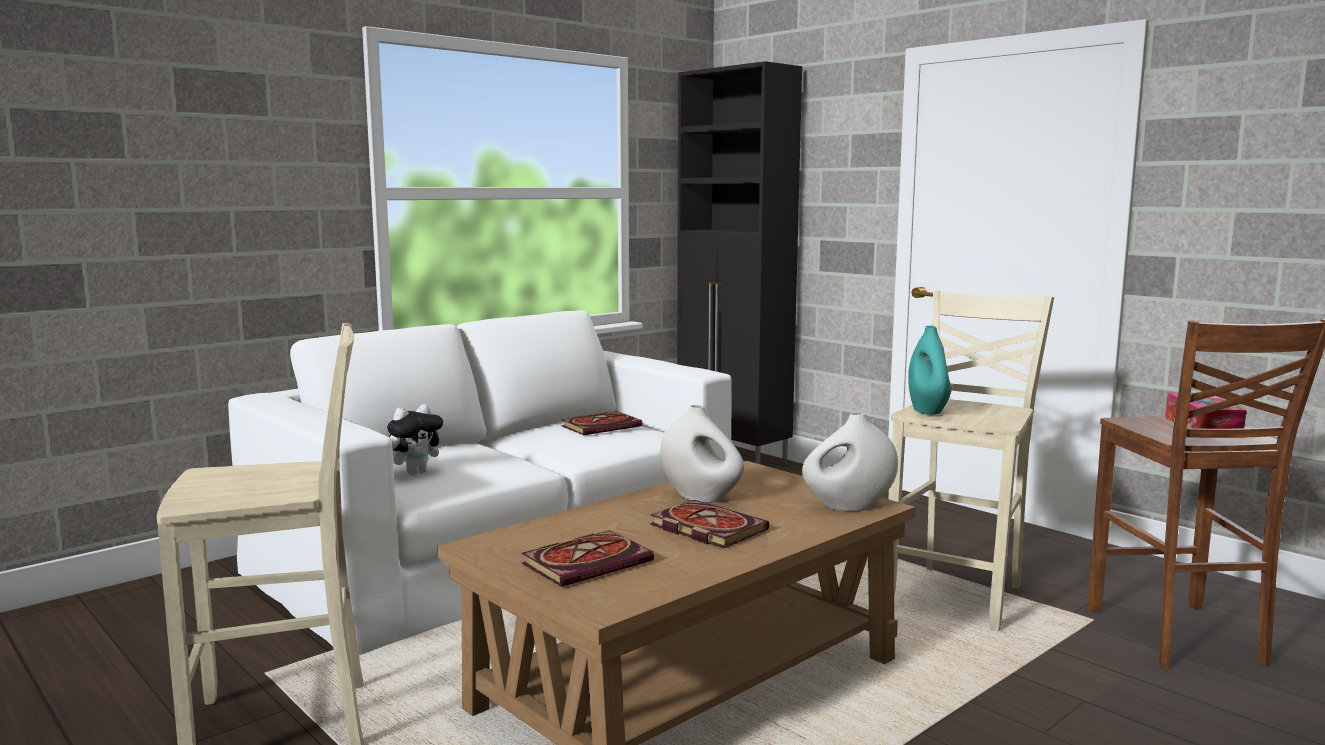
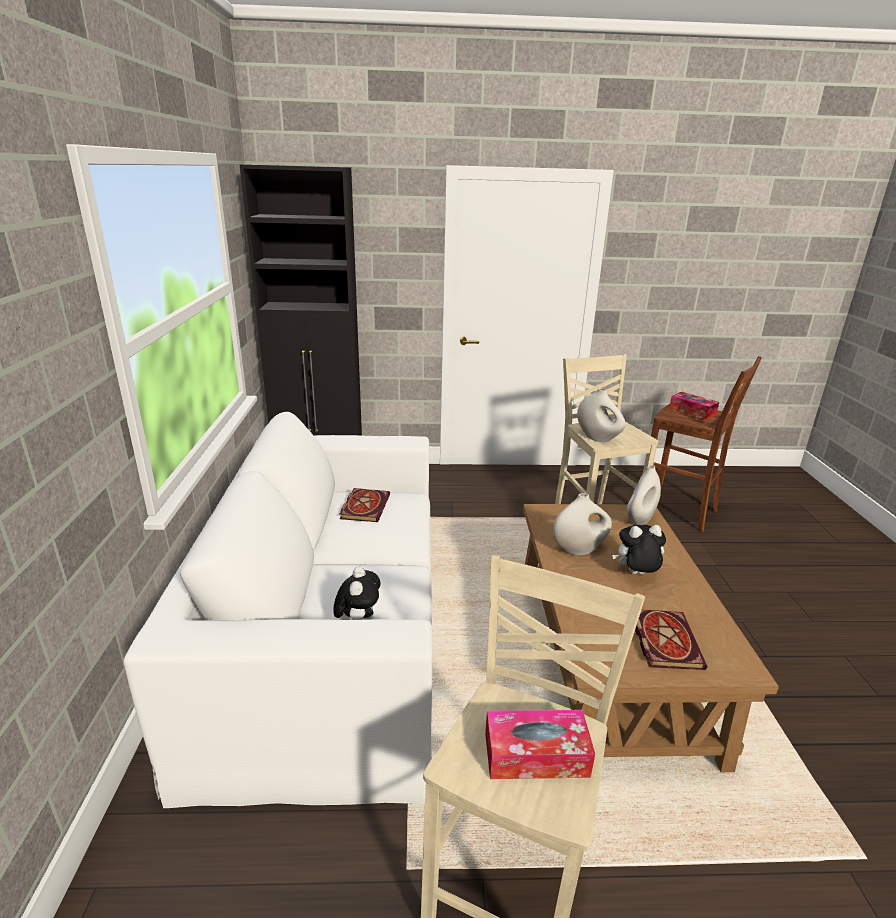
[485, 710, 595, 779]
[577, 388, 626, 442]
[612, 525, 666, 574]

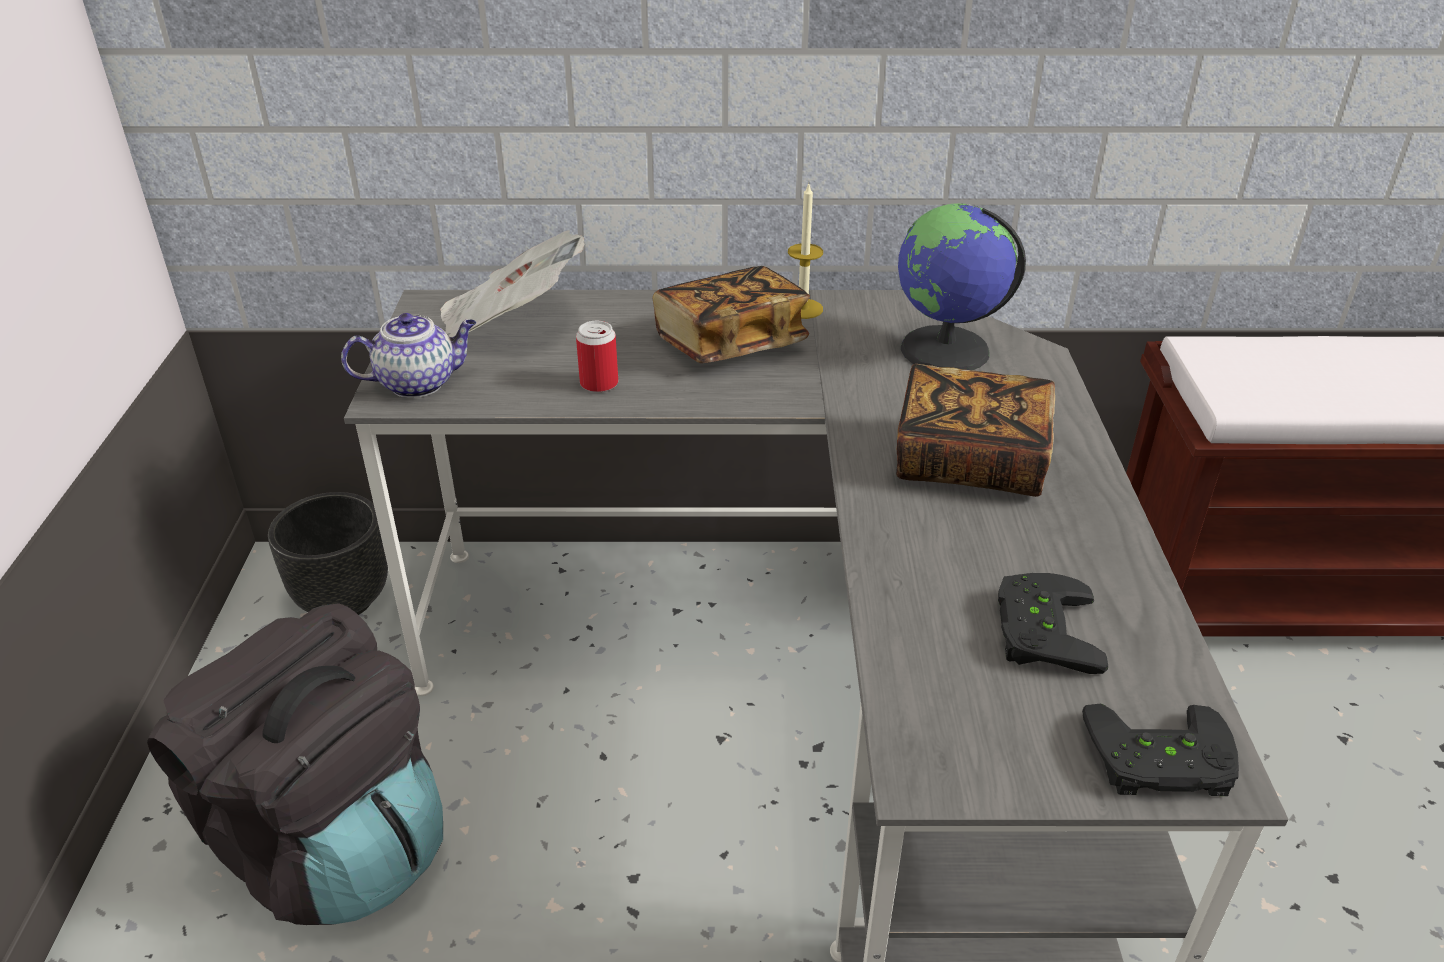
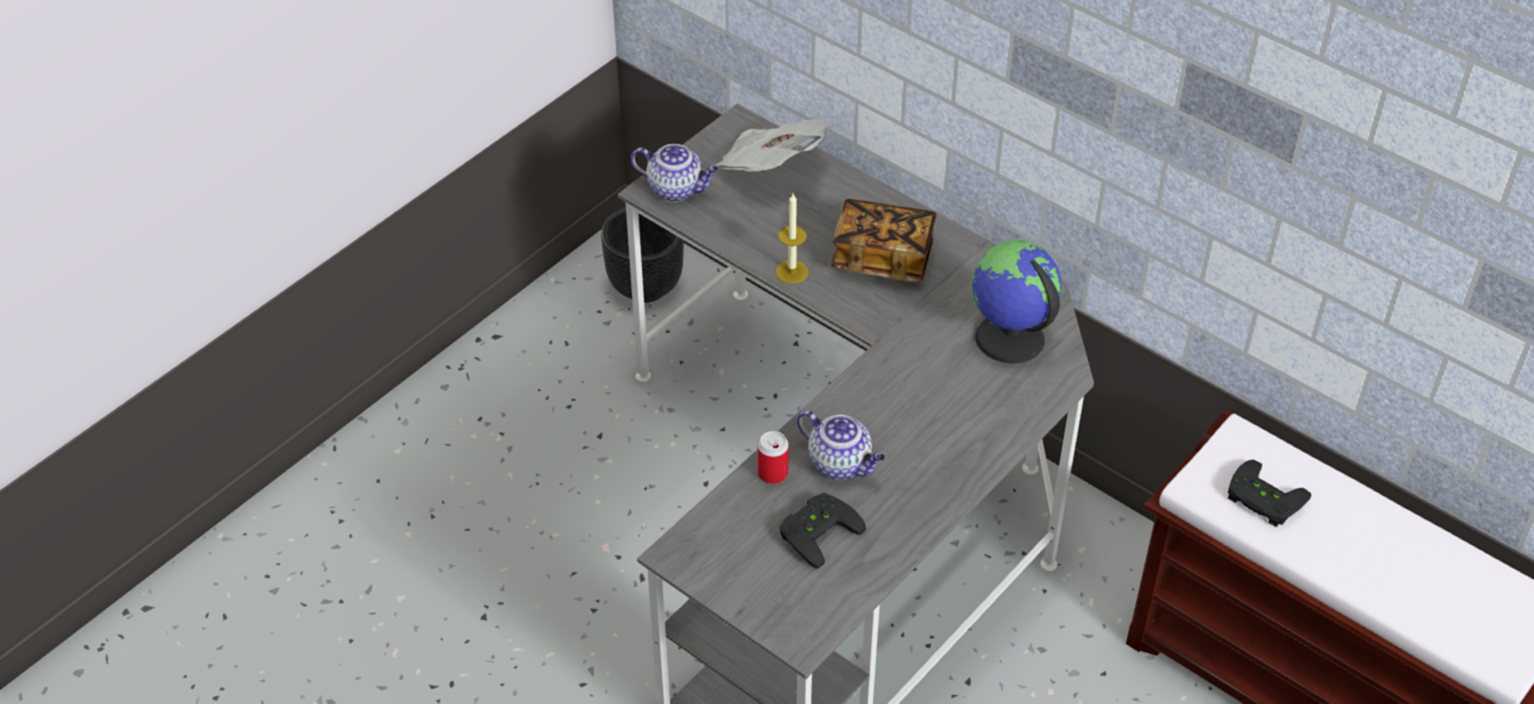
[757, 431, 789, 484]
[776, 194, 808, 284]
[797, 410, 885, 480]
[1228, 460, 1311, 527]
[147, 603, 443, 925] (first image)
[896, 364, 1055, 497] (first image)

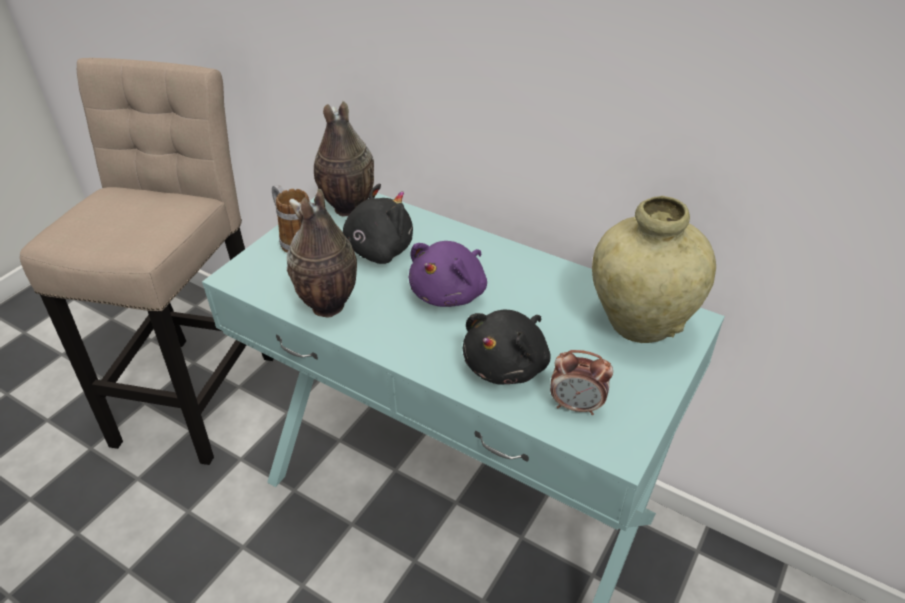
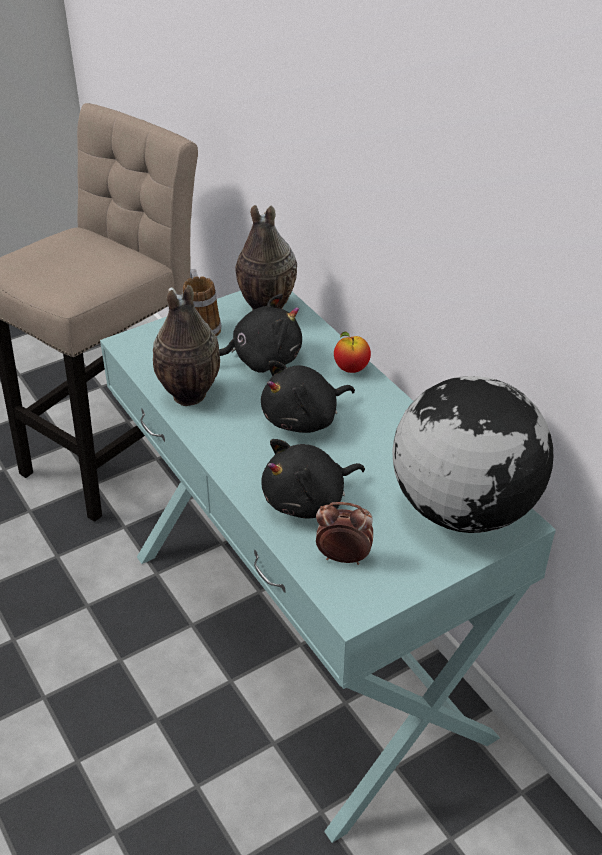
[261, 360, 355, 433]
[316, 502, 373, 565]
[334, 332, 371, 373]
[392, 376, 553, 533]

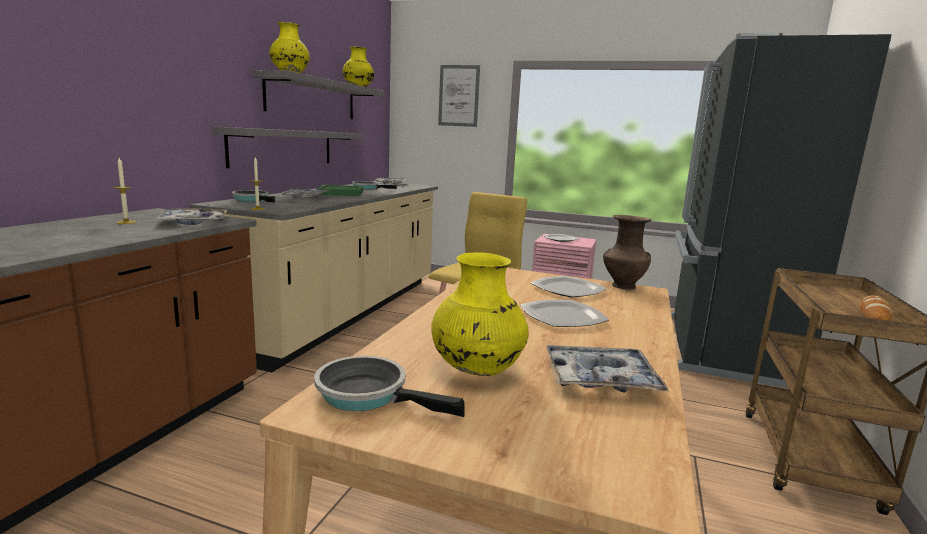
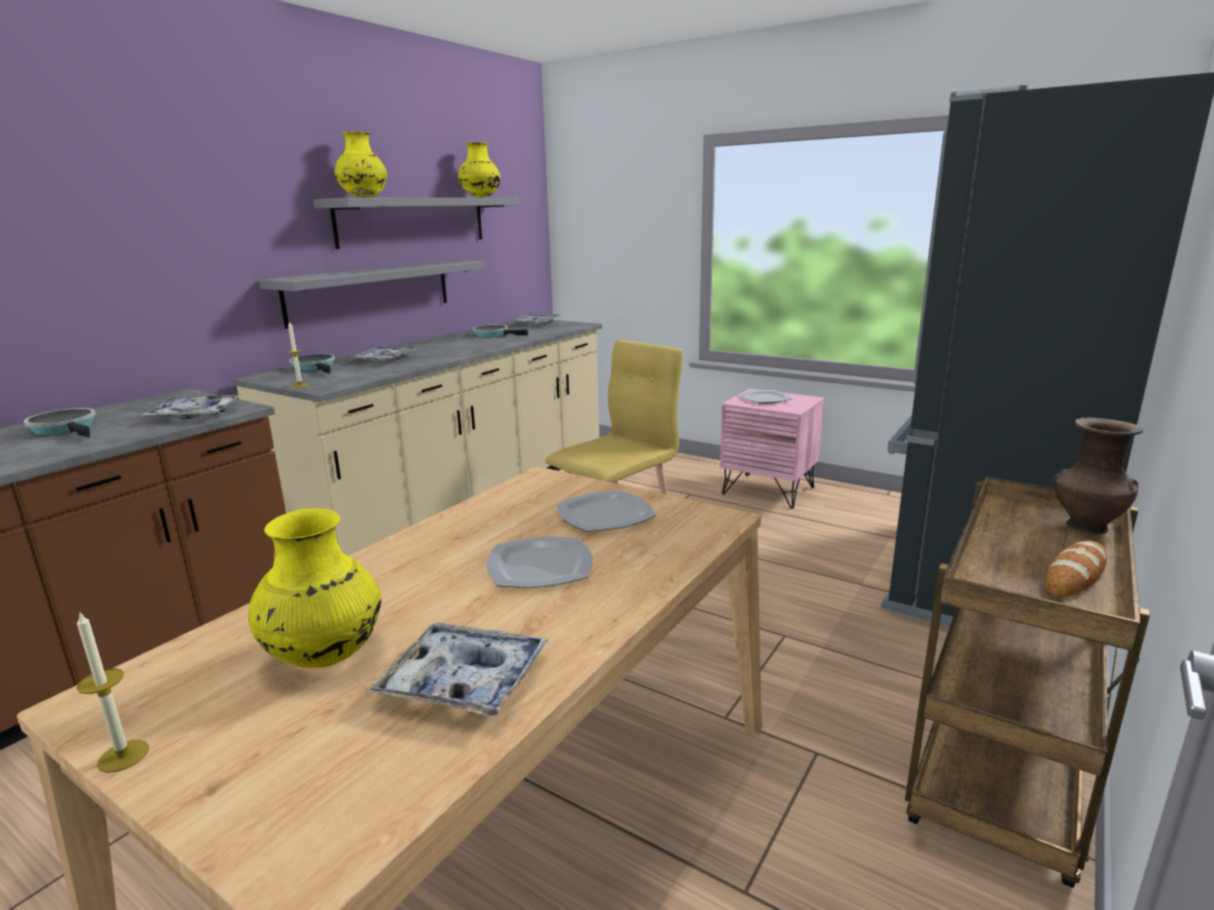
[24, 408, 96, 438]
[77, 611, 149, 773]
[1053, 417, 1143, 534]
[317, 185, 363, 196] (first image)
[438, 65, 480, 127] (first image)

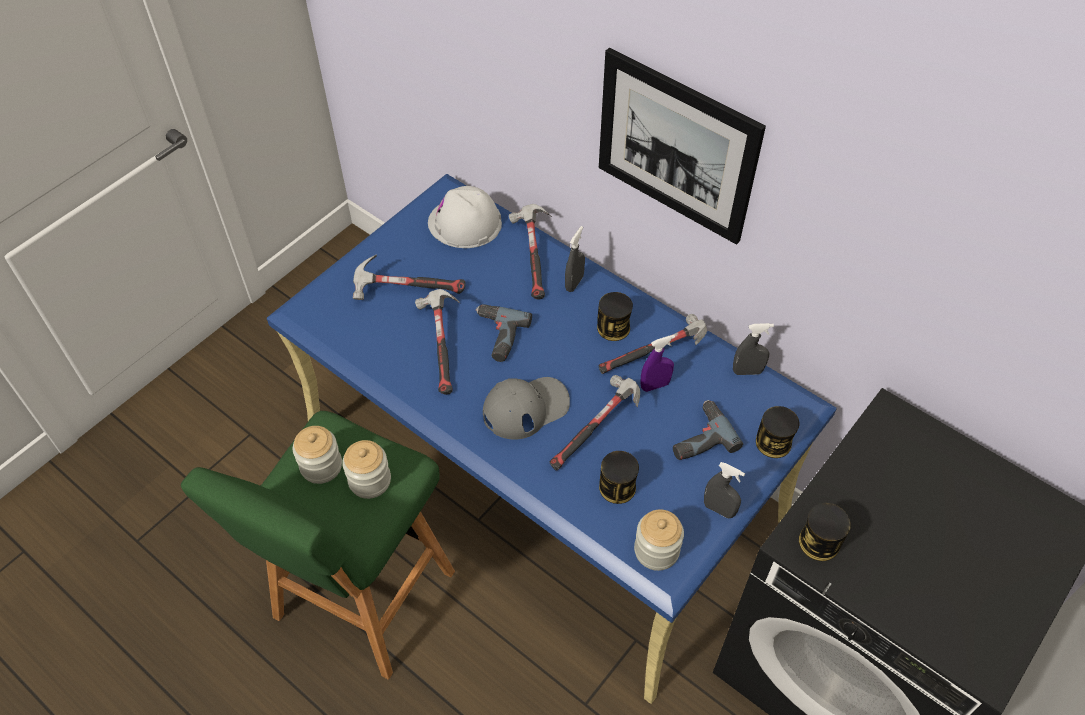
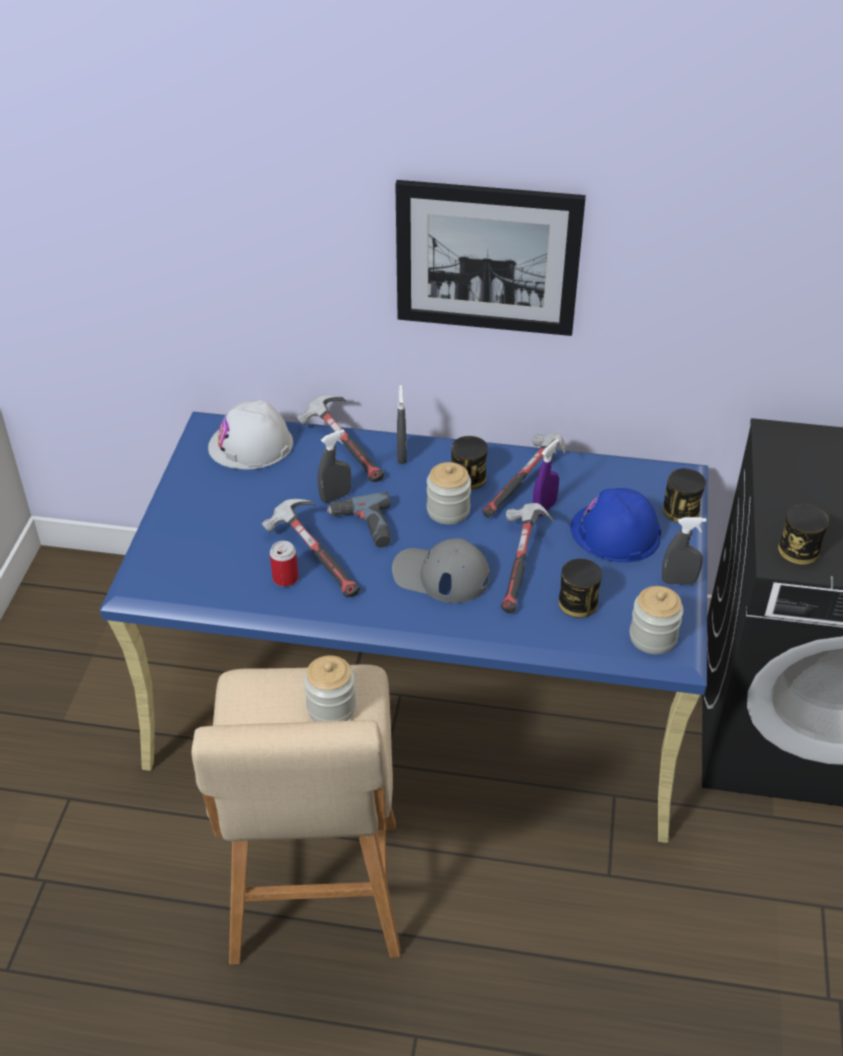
[192, 664, 401, 965]
[270, 541, 299, 587]
[318, 429, 351, 503]
[392, 538, 490, 603]
[427, 462, 471, 524]
[570, 488, 661, 562]
[353, 254, 466, 300] (first image)

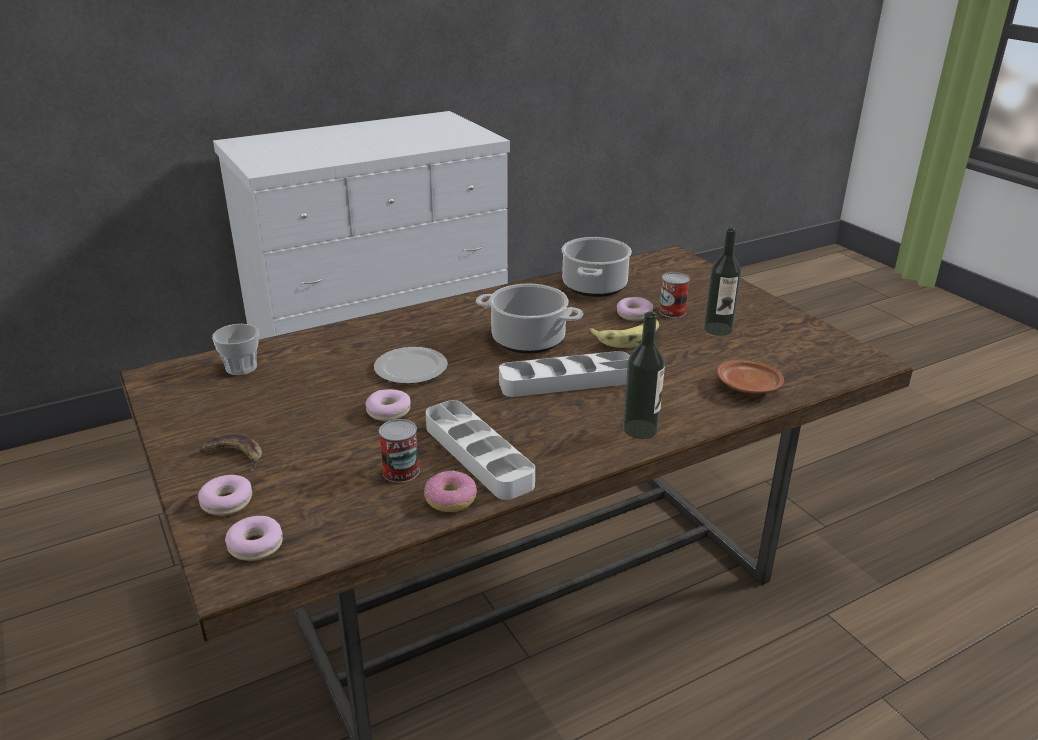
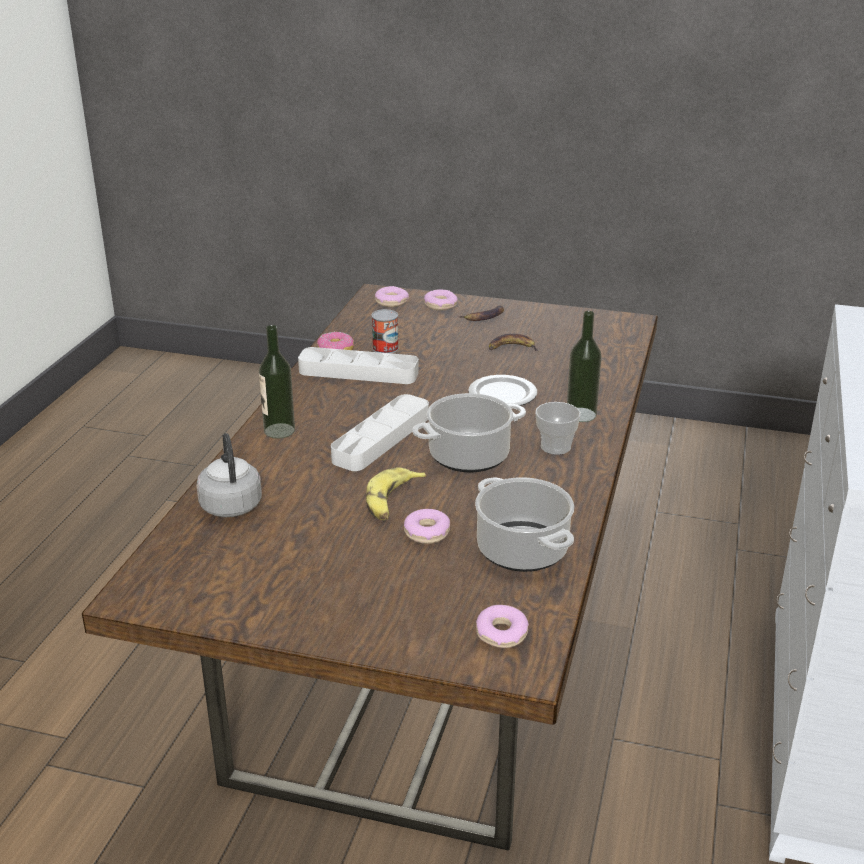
[197, 433, 262, 517]
[476, 605, 529, 648]
[489, 334, 539, 352]
[535, 402, 581, 455]
[567, 311, 602, 422]
[659, 272, 690, 318] (first image)

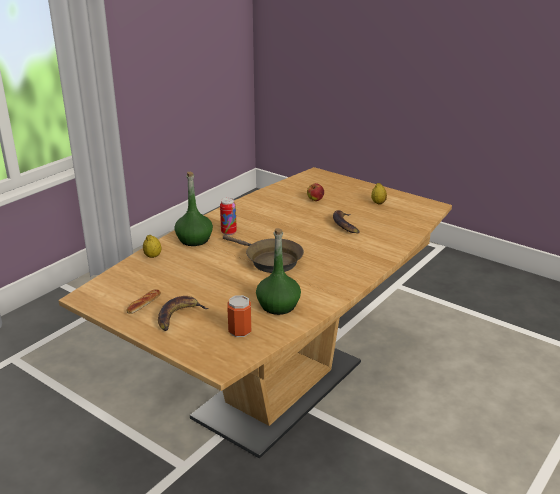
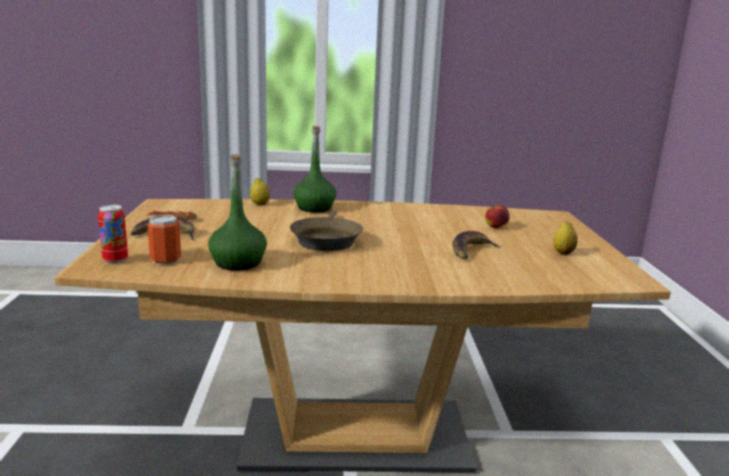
[98, 205, 128, 264]

